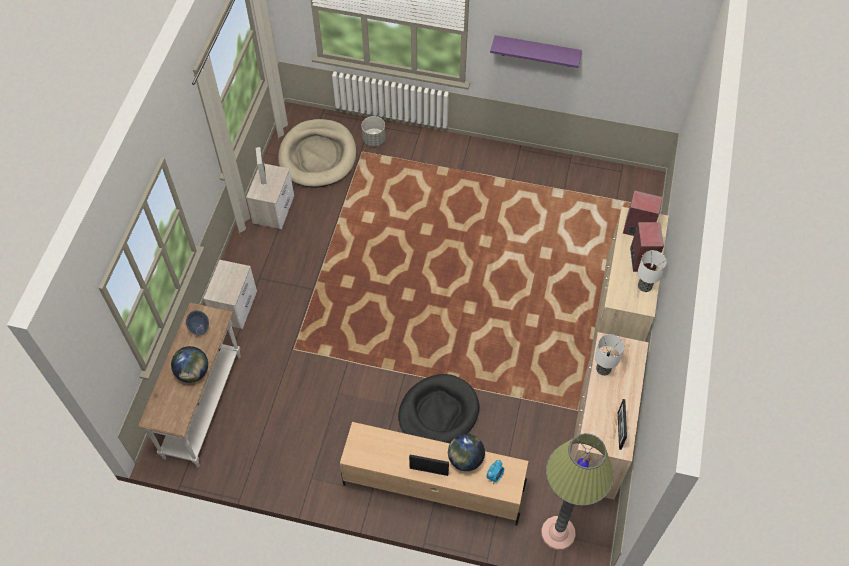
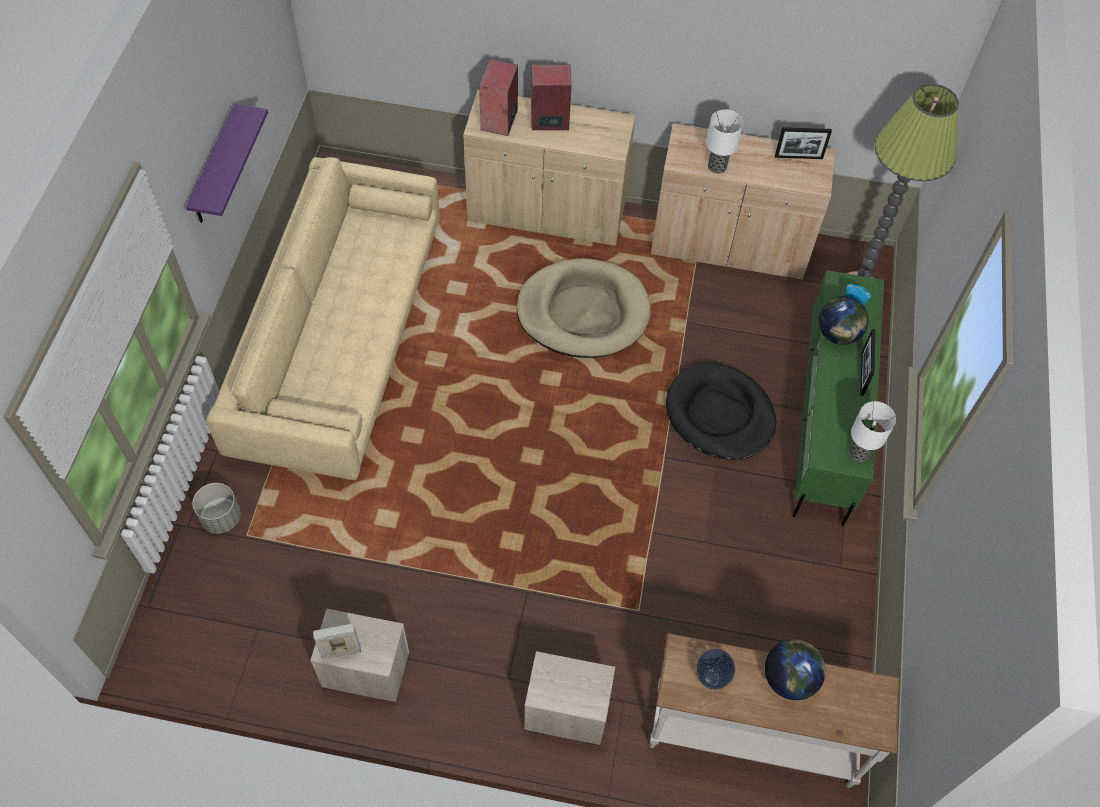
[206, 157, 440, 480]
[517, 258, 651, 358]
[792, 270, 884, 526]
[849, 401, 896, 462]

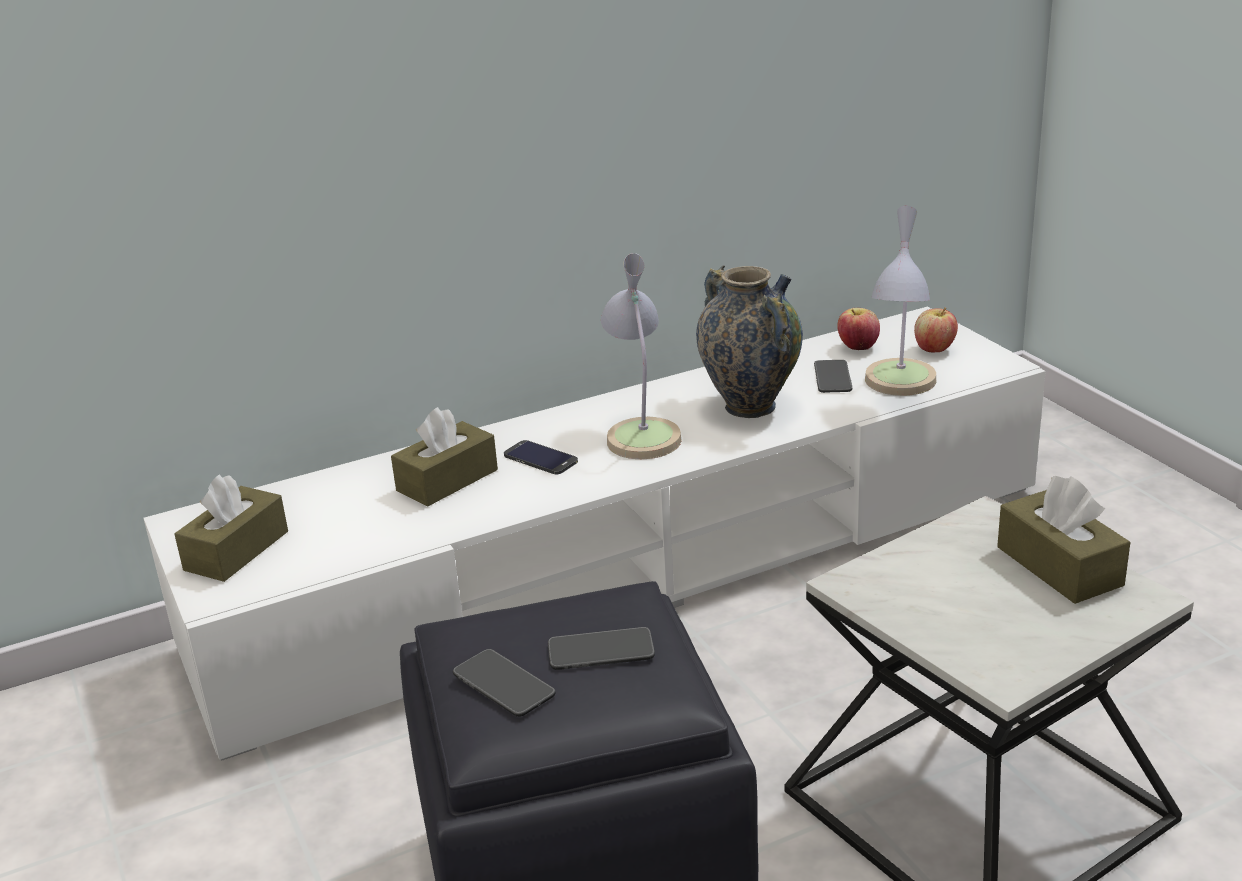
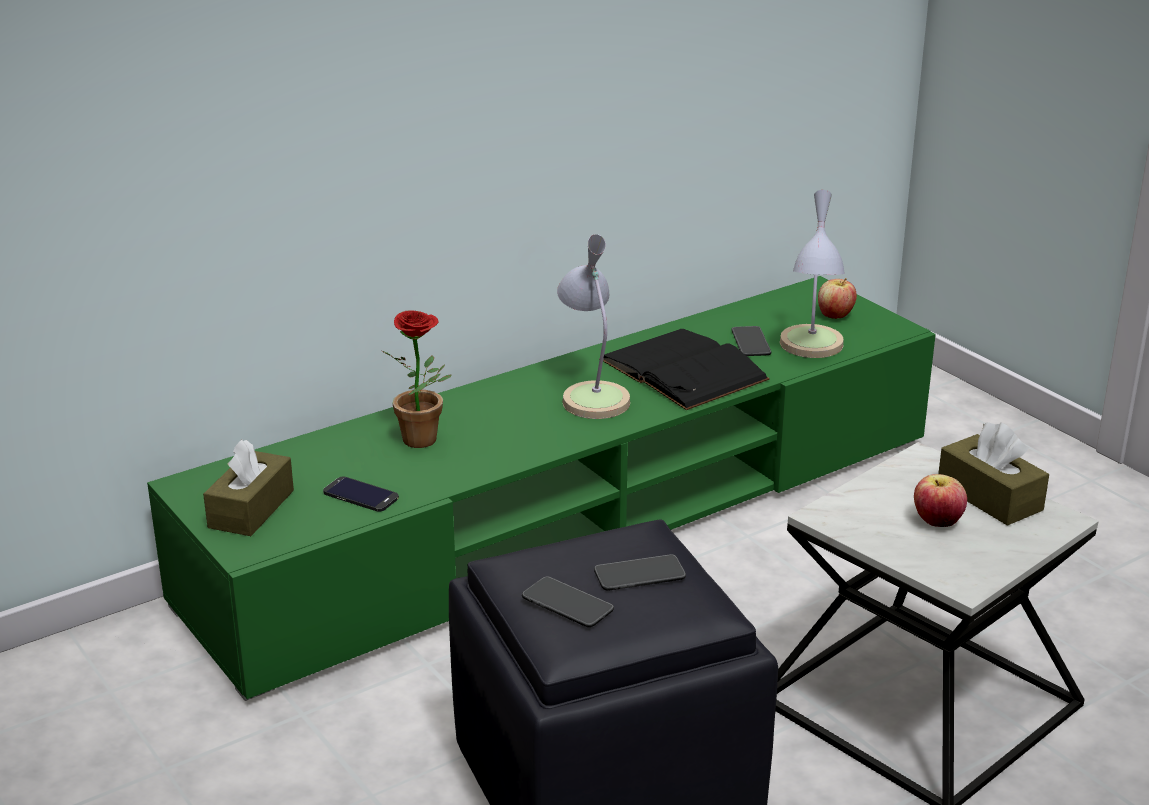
[147, 276, 936, 701]
[323, 477, 399, 512]
[382, 310, 452, 448]
[599, 329, 770, 410]
[914, 474, 967, 527]

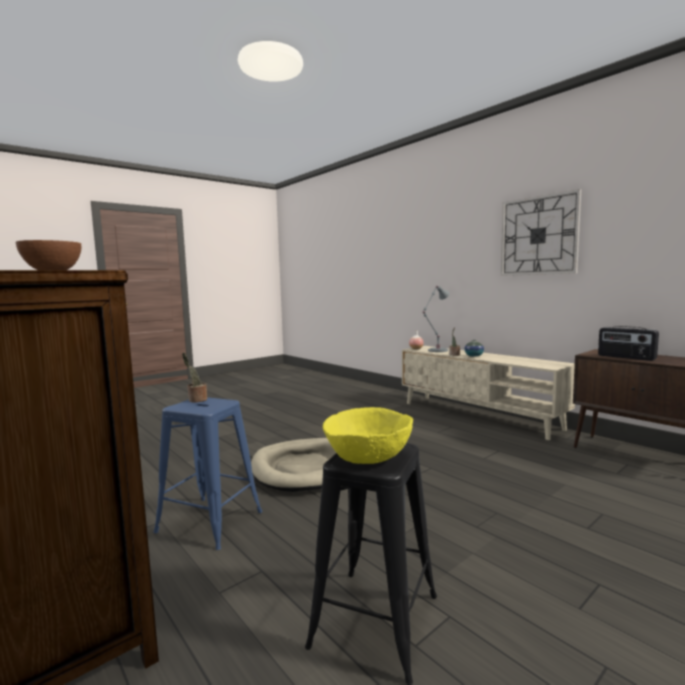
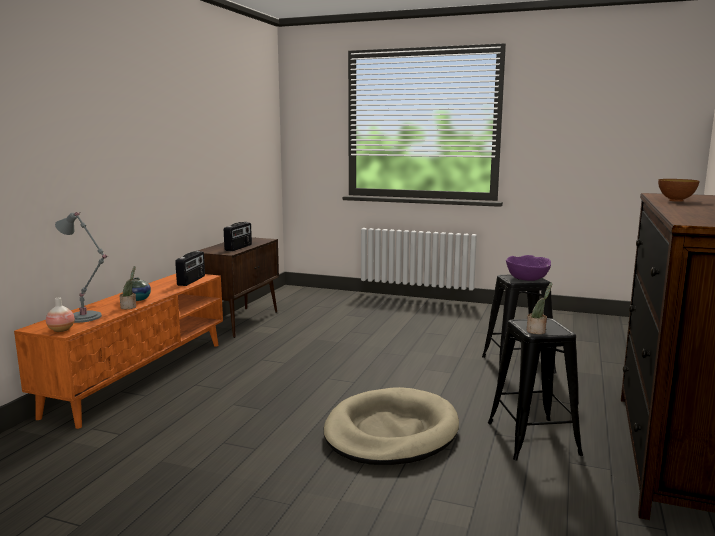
[14, 274, 223, 429]
[175, 251, 205, 286]
[488, 318, 583, 461]
[506, 255, 551, 281]
[501, 189, 581, 276] (first image)

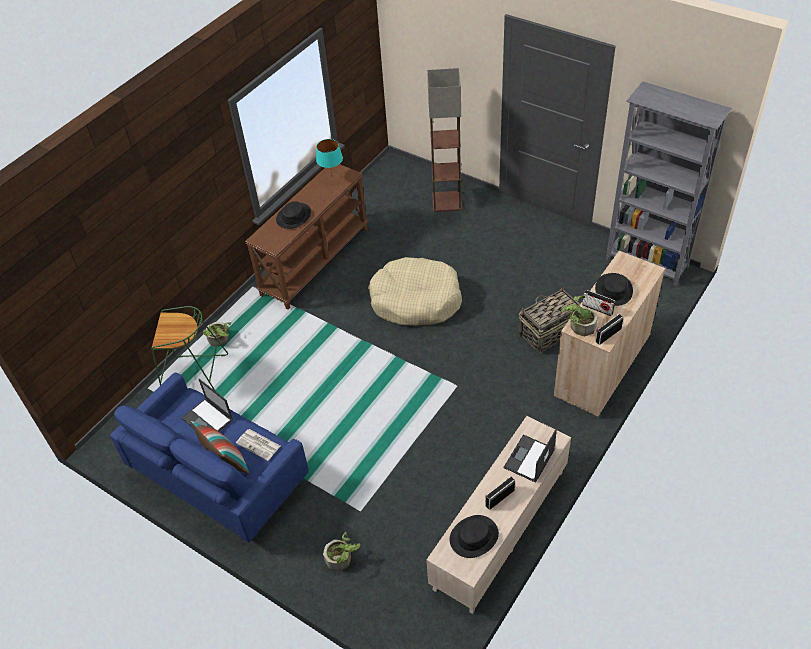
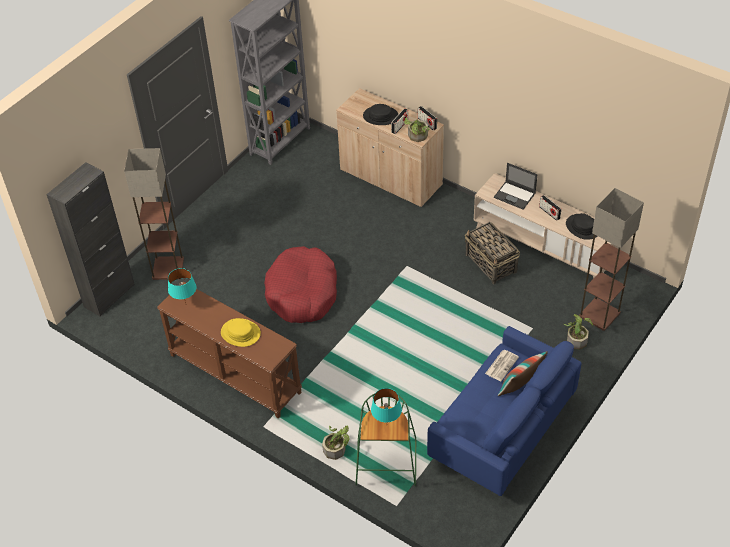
[46, 162, 135, 317]
[221, 318, 261, 347]
[264, 246, 337, 323]
[371, 388, 402, 423]
[465, 222, 520, 284]
[579, 188, 644, 331]
[181, 379, 233, 432] (first image)

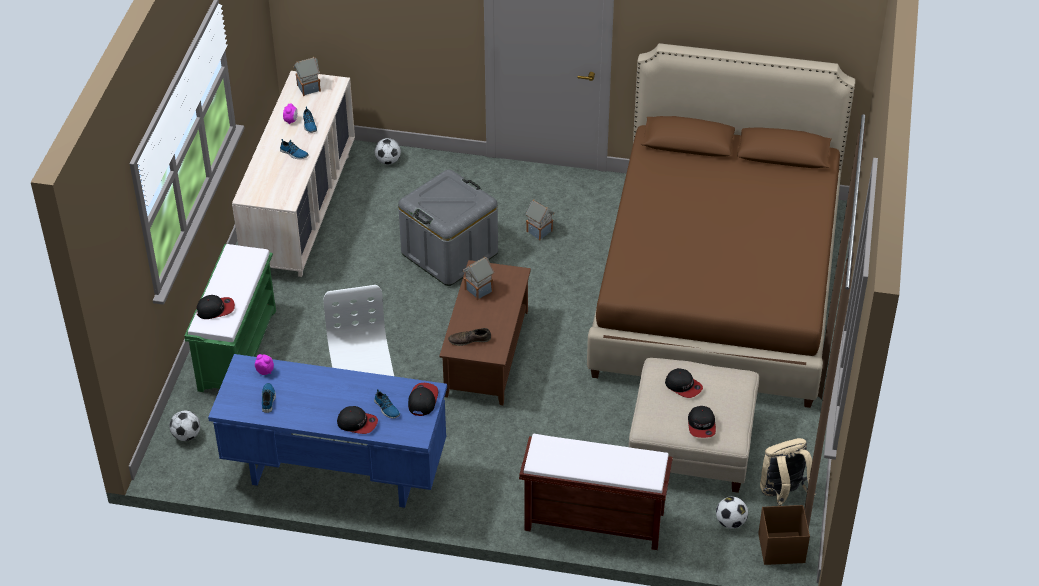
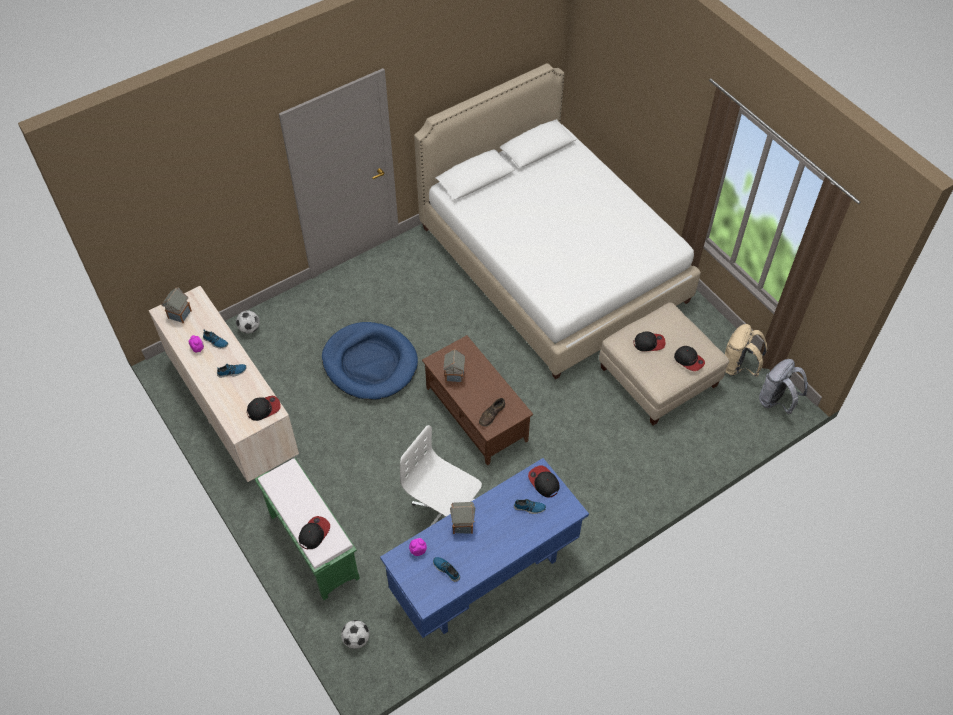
[247, 396, 281, 421]
[322, 322, 418, 400]
[414, 63, 701, 379]
[450, 502, 475, 534]
[759, 359, 808, 414]
[519, 434, 673, 550] (first image)
[716, 497, 748, 528] (first image)

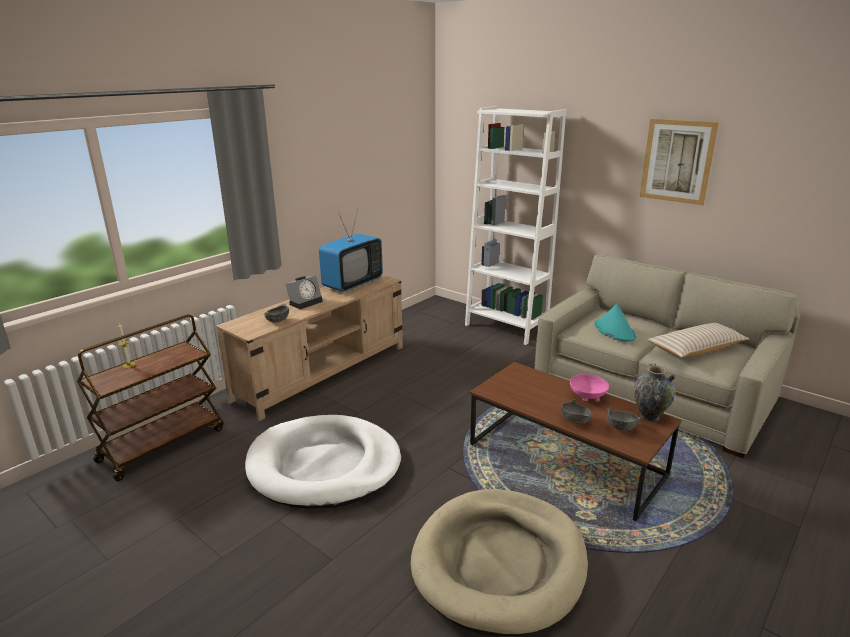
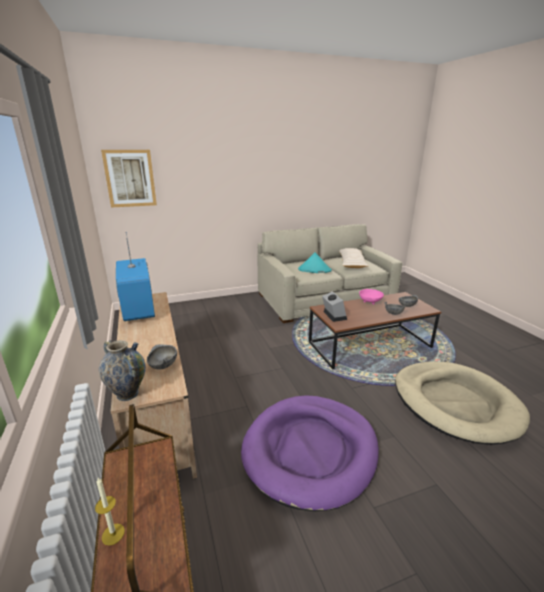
[99, 340, 146, 401]
[101, 150, 157, 208]
[241, 395, 379, 511]
[322, 291, 347, 322]
[465, 106, 566, 345] (first image)

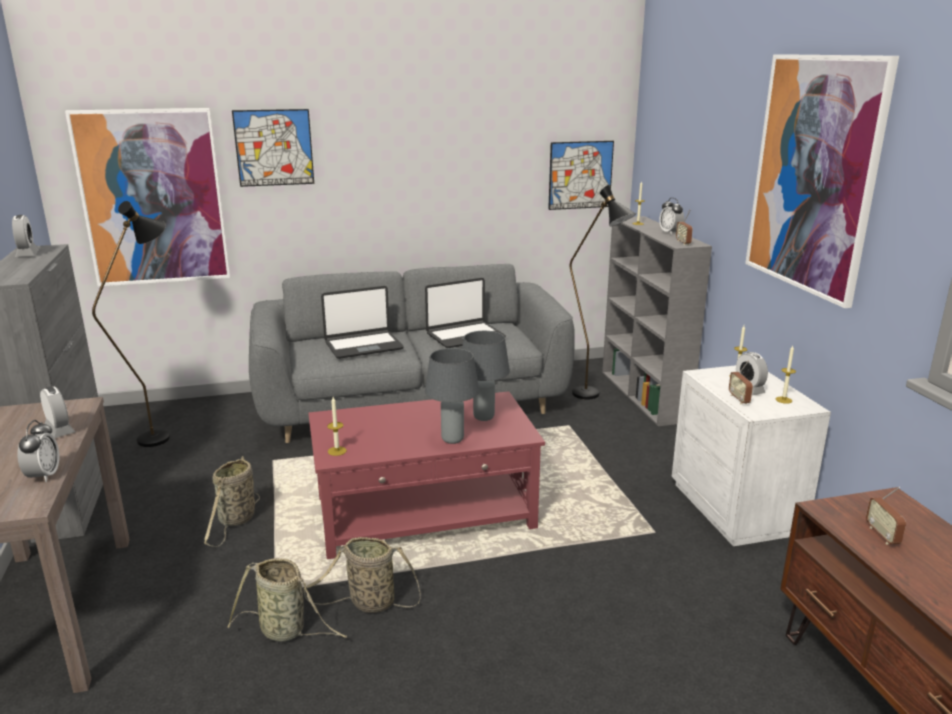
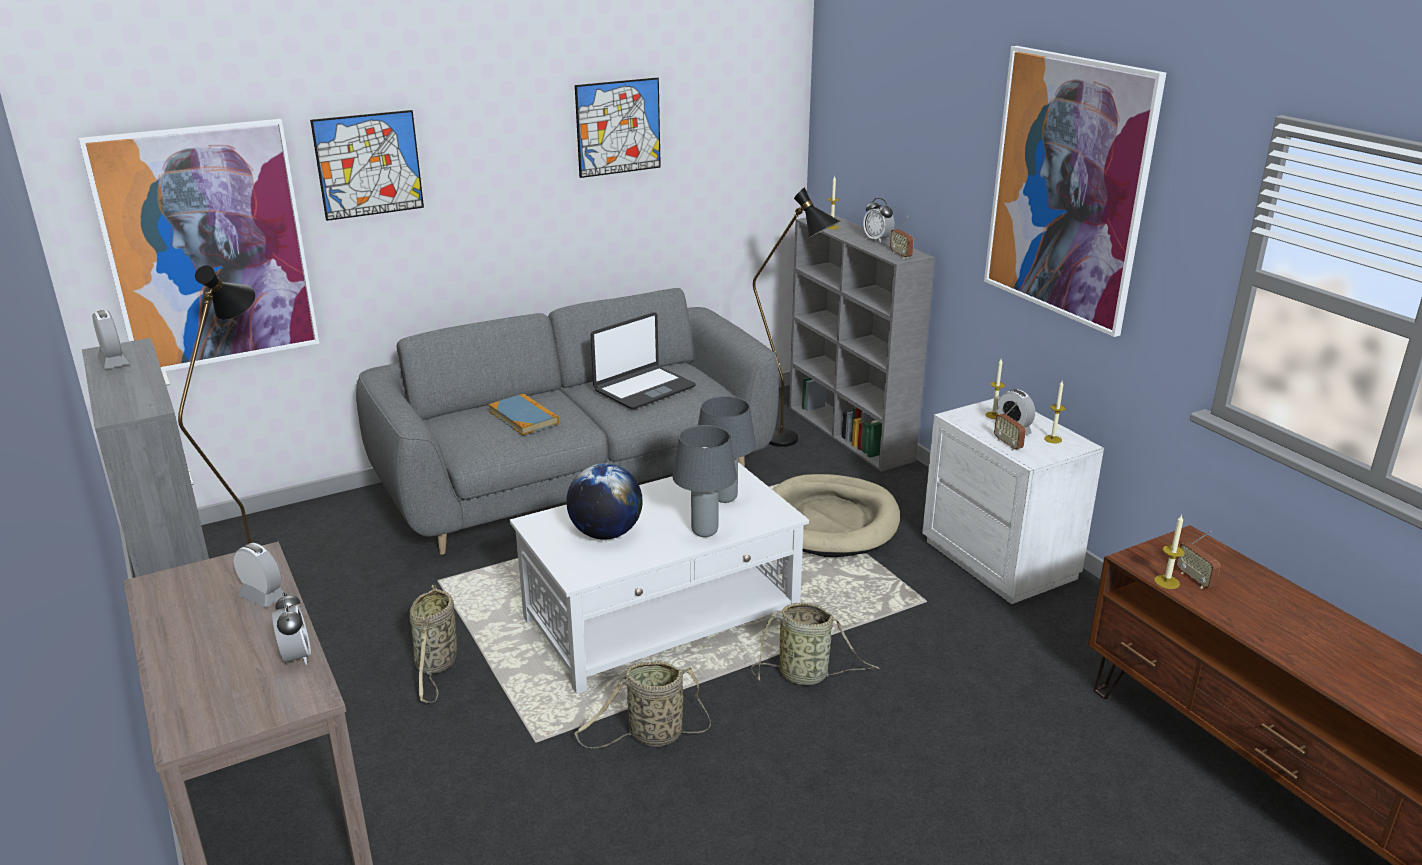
[488, 394, 559, 436]
[510, 462, 809, 694]
[566, 463, 643, 540]
[575, 78, 661, 178]
[752, 602, 880, 685]
[773, 474, 900, 557]
[1154, 515, 1185, 589]

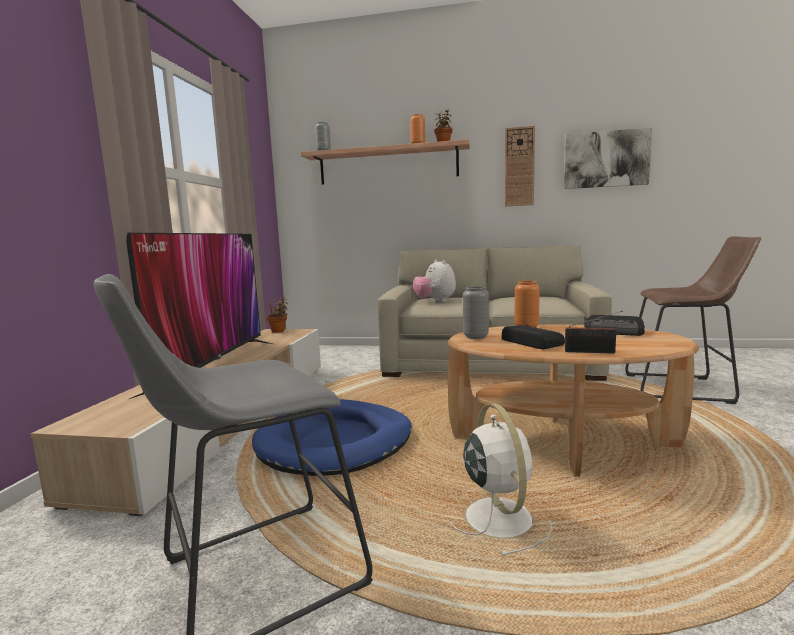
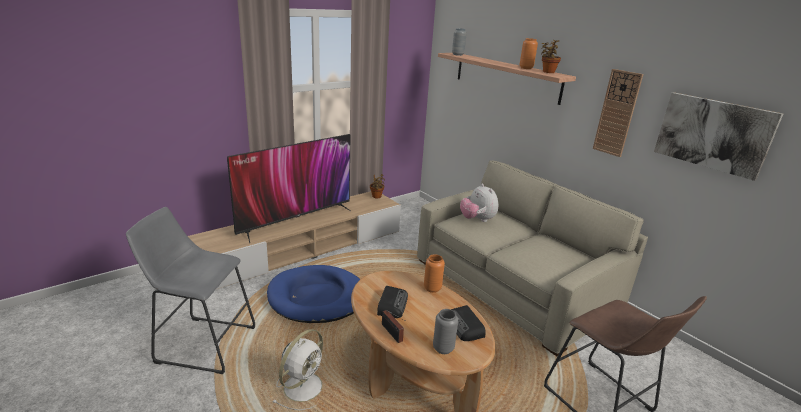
[433, 309, 458, 354]
[460, 184, 498, 222]

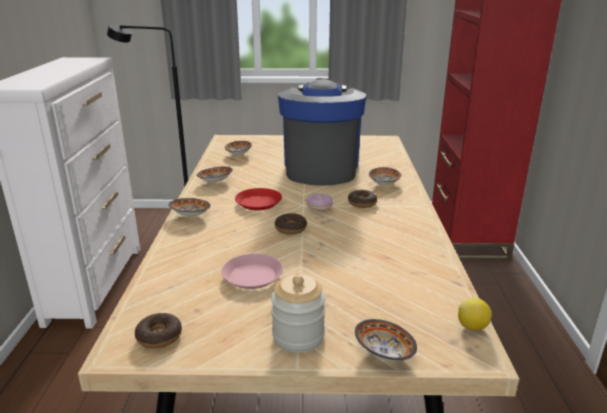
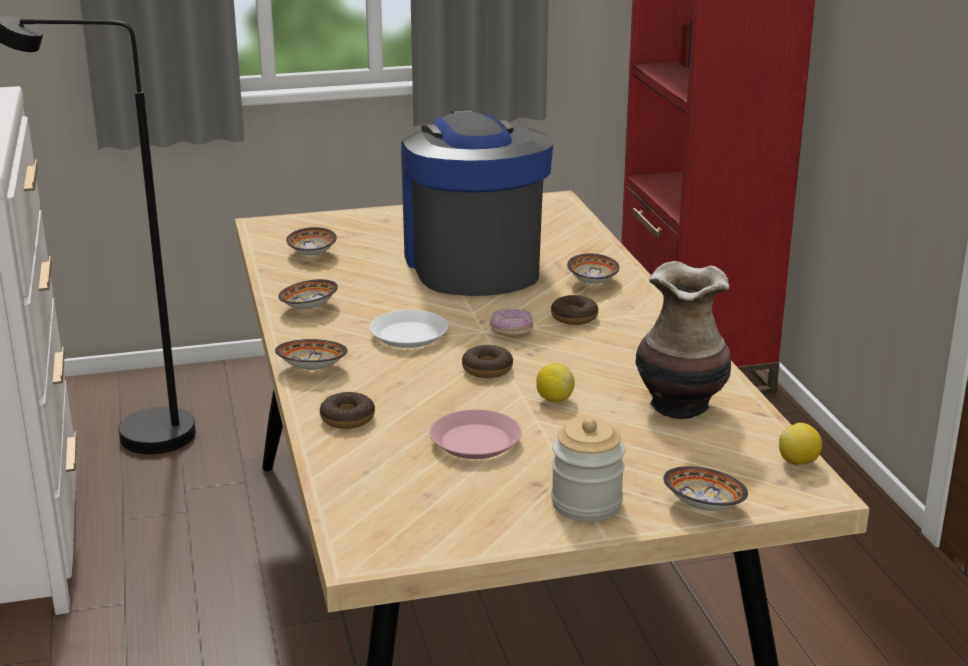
[320, 392, 375, 429]
[369, 310, 448, 348]
[536, 363, 575, 402]
[635, 261, 731, 419]

